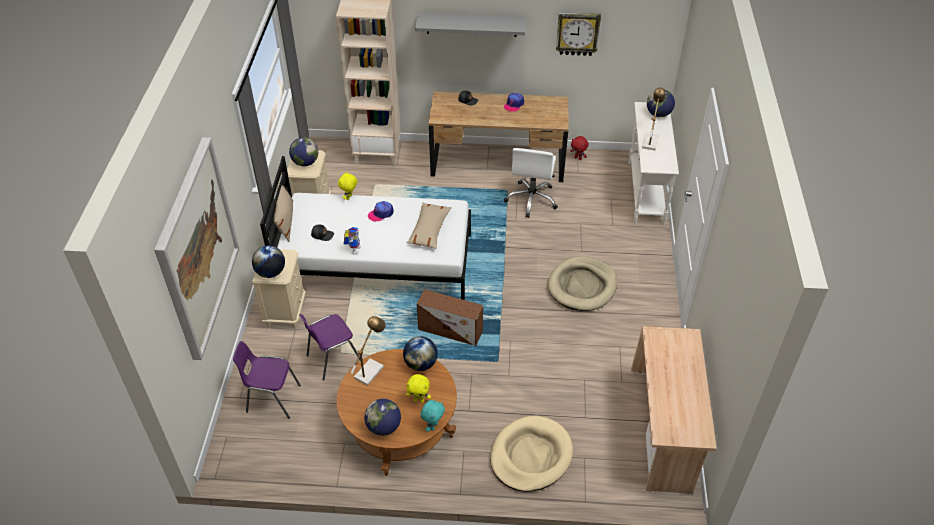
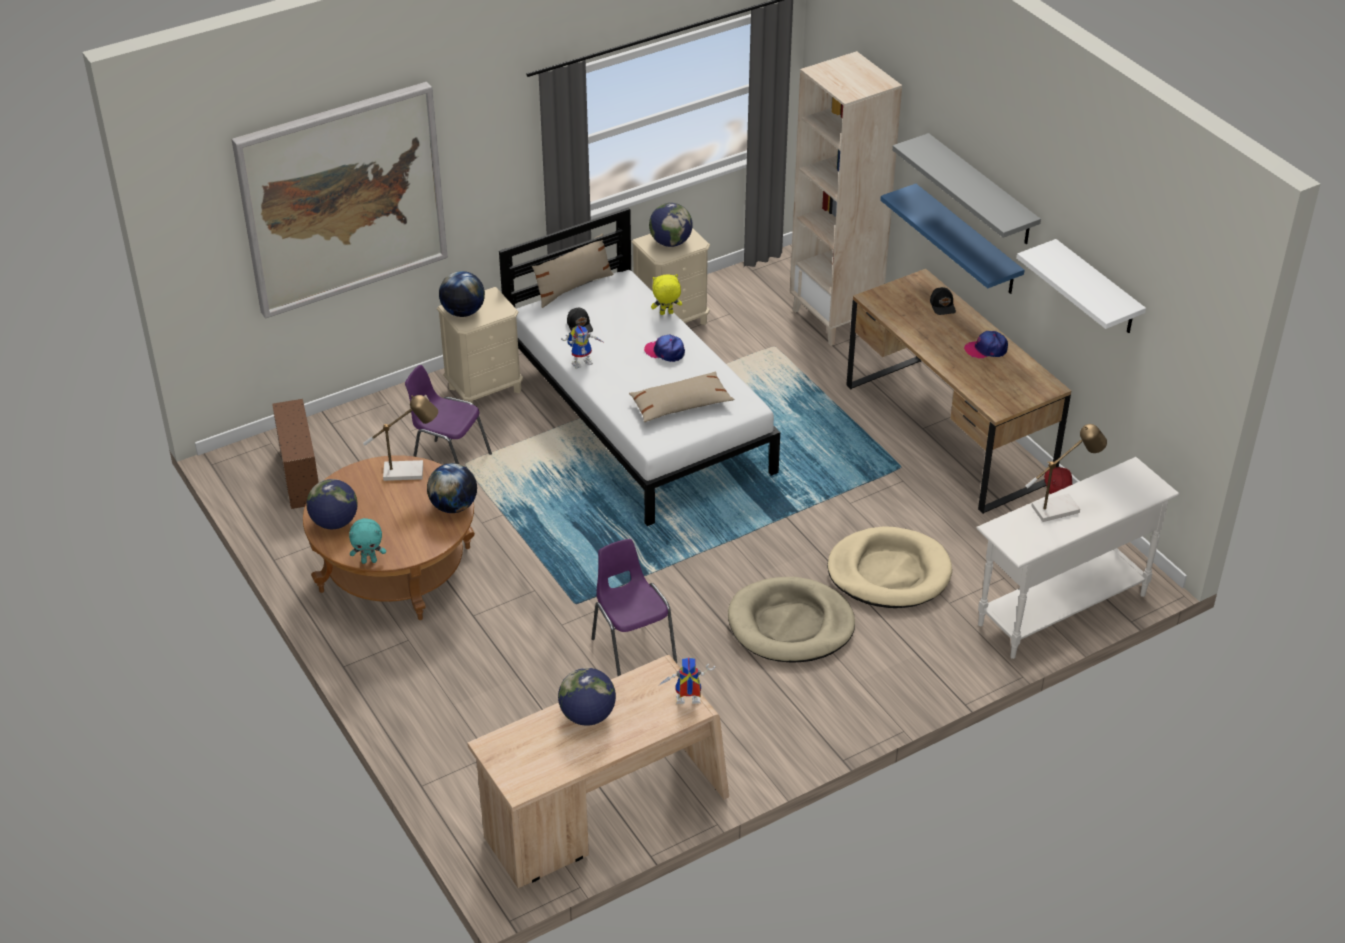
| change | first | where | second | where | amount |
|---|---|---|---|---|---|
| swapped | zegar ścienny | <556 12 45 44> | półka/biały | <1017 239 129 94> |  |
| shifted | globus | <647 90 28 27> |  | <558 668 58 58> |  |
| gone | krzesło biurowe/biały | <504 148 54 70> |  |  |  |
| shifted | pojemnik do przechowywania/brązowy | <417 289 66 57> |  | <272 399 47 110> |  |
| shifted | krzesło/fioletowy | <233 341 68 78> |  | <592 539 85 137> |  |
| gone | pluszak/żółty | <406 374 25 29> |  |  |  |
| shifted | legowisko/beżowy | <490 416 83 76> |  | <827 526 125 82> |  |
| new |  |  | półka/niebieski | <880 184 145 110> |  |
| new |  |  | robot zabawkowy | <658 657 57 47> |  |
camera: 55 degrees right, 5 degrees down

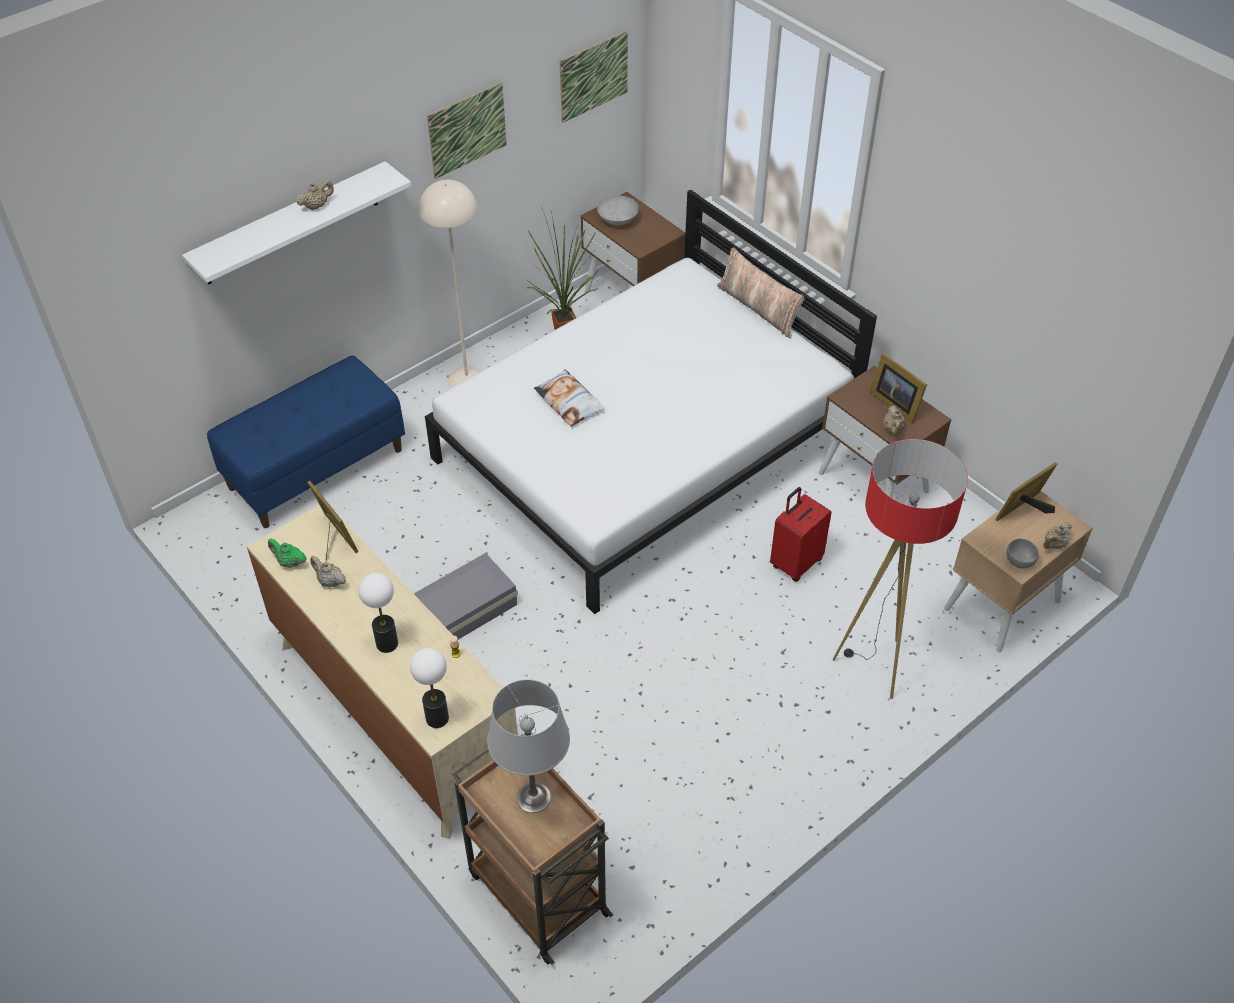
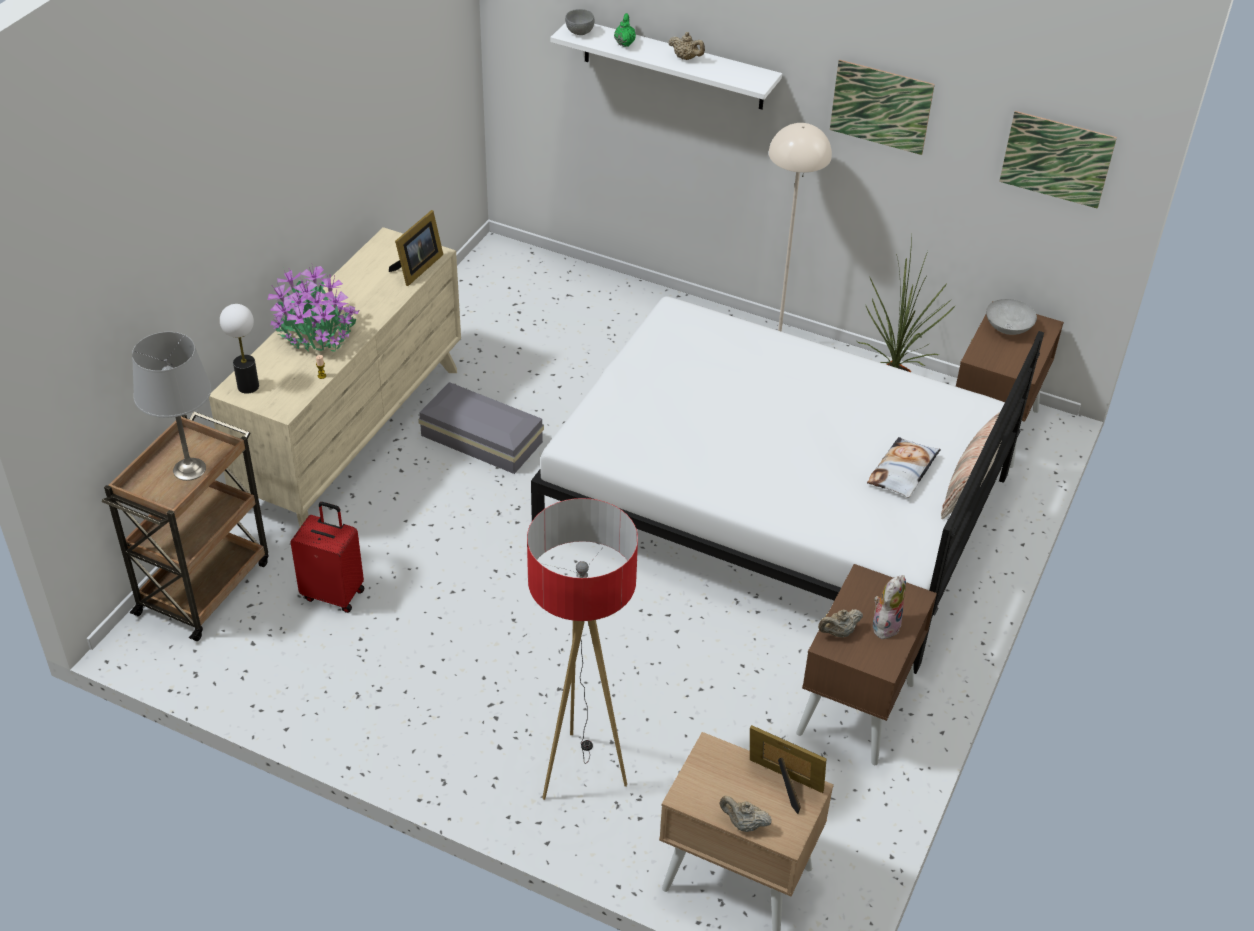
| change | first | where | second | where | amount |
|---|---|---|---|---|---|
| swapped | ramka na zdjęcie | <870 353 57 71> | pluszak | <873 575 33 64> |  |
| gone | ławka/niebieski | <207 355 198 173> |  |  |  |
| shifted | poduszka | <534 369 71 58> |  | <867 437 74 61> |  |
| shifted | walizka/czerwony | <770 487 62 95> |  | <290 502 74 111> |  |
| shifted | imbryk/zielony | <268 539 39 29> |  | <614 13 22 34> |  |
| shifted | miska/szary | <1006 539 33 30> |  | <565 9 30 26> |  |
| gone | imbryk/beżowy | <310 556 36 31> |  |  |  |
| swapped | lampa stołowa | <358 573 40 80> | roślina doniczkowa | <268 266 91 85> |  |
camera: 65 degrees right, 5 degrees down

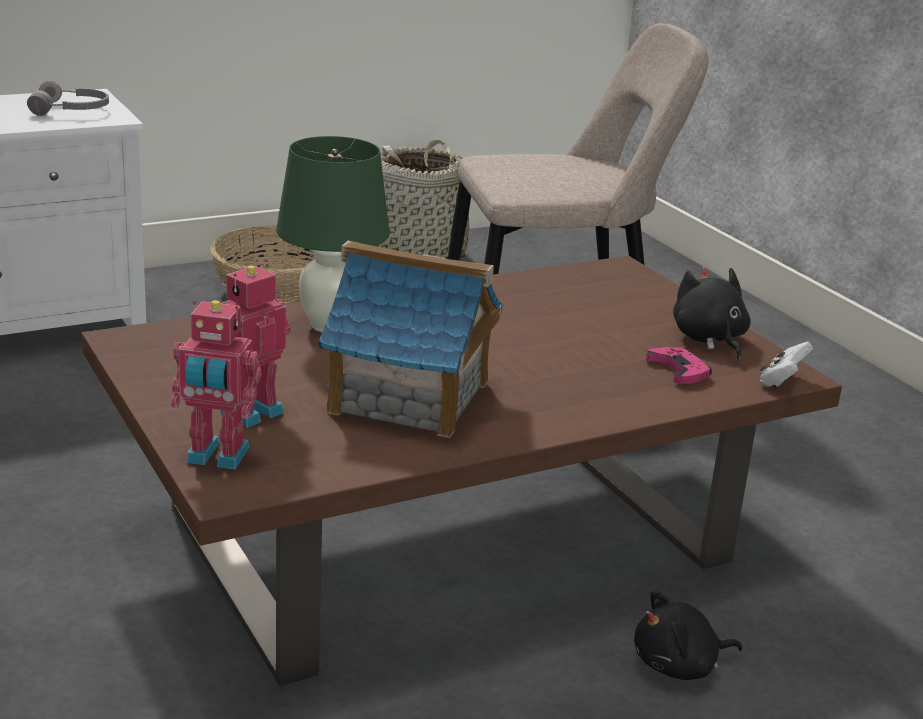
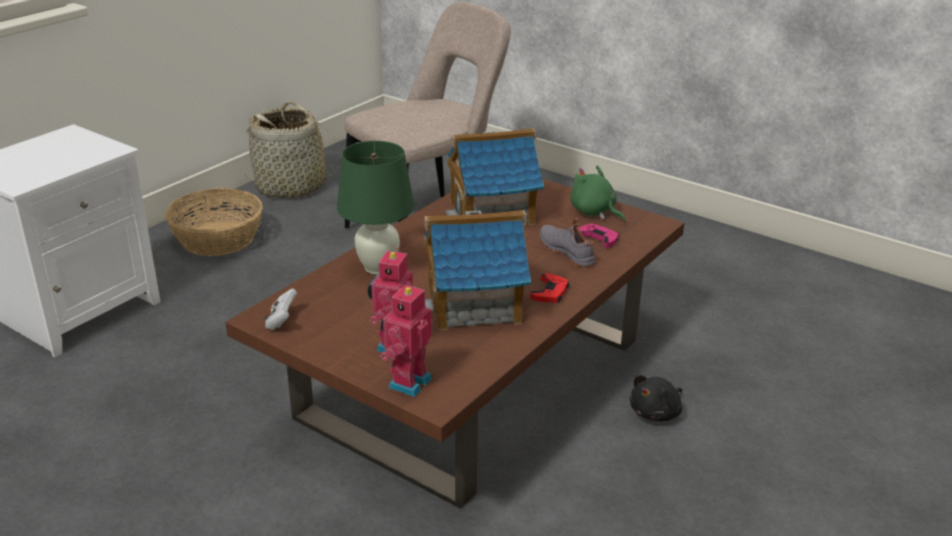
| change | first | where | second | where | amount |
|---|---|---|---|---|---|
| gone | słuchawki/szary | <27 81 82 35> |  |  |  |
| repainted | pluszak/czarny | <673 266 78 94> | pluszak/zielony | <571 165 54 57> |  |
| rotated | robot zabawkowy | <171 300 90 169> |  | <380 283 52 114> | 135 degrees clockwise |
| shifted | pad do gier/biały | <760 342 53 45> |  | <264 289 33 41> |  |
| new |  |  | domek | <445 128 99 97> |  |
| new |  |  | but/szary | <540 219 55 48> |  |
| new |  |  | pad do gier/czerwony | <530 273 39 30> |  |
camera: 25 degrees left, 5 degrees up

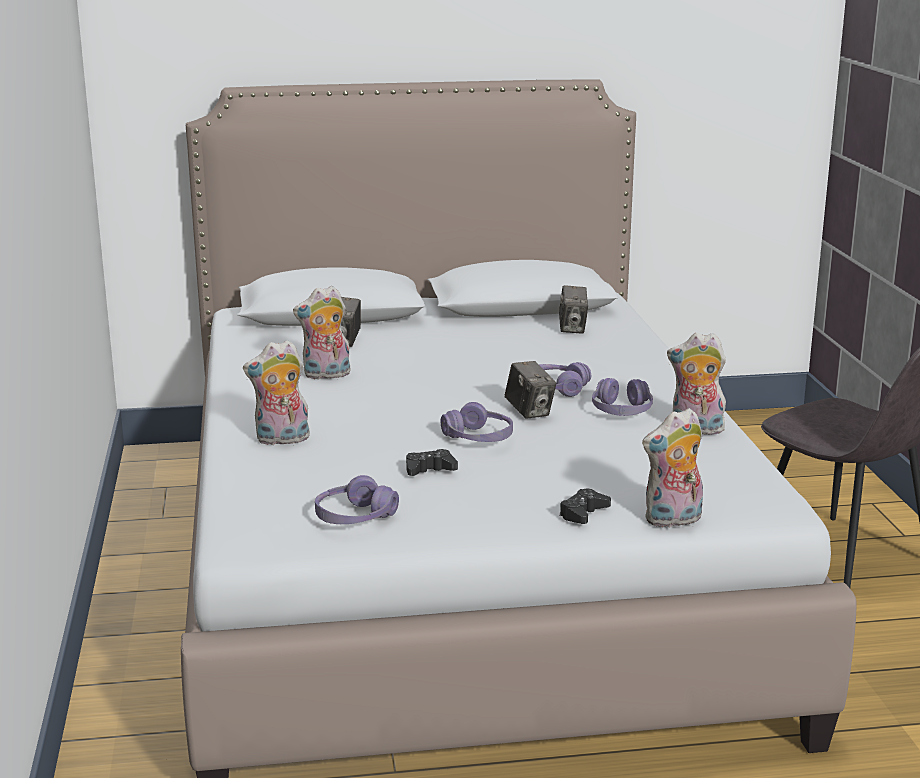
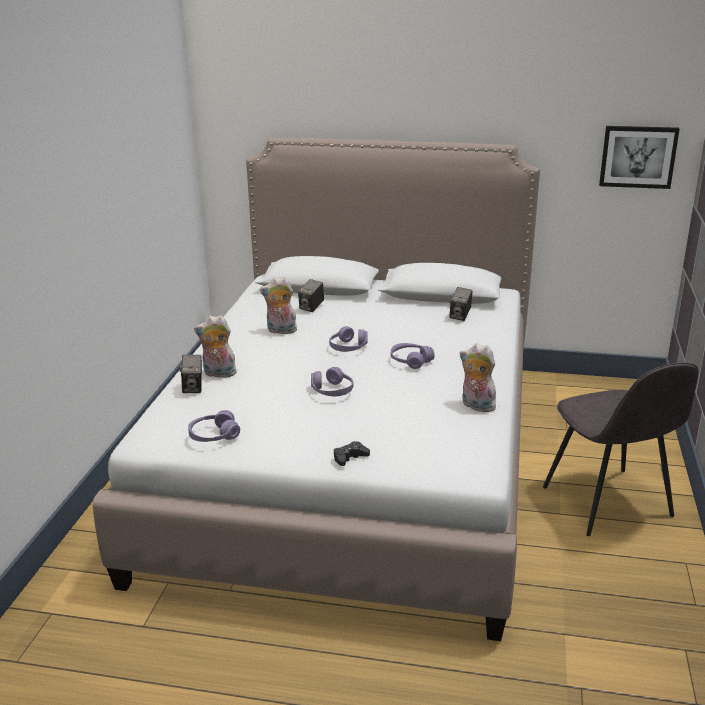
| change | first | where | second | where | amount |
|---|---|---|---|---|---|
| shifted | aparat fotograficzny | <505 361 51 58> |  | <180 355 22 38> |  |
| shifted | słuchawki/fioletowy | <592 378 61 38> |  | <329 326 39 26> |  |
| gone | pluszak | <642 408 61 120> |  |  |  |
| gone | pad do gier/czarny | <406 449 52 27> |  |  |  |
| new |  |  | obraz | <599 126 80 63> |  |
camera: 20 degrees right, 5 degrees up

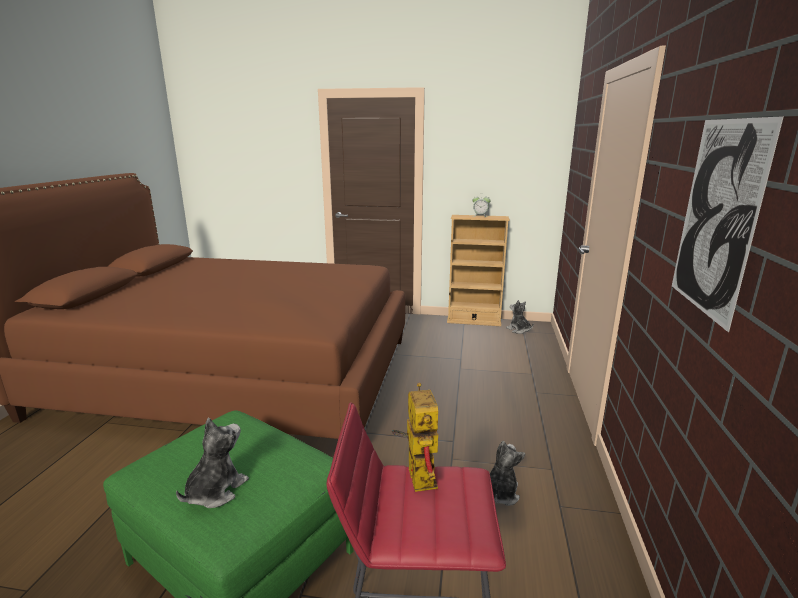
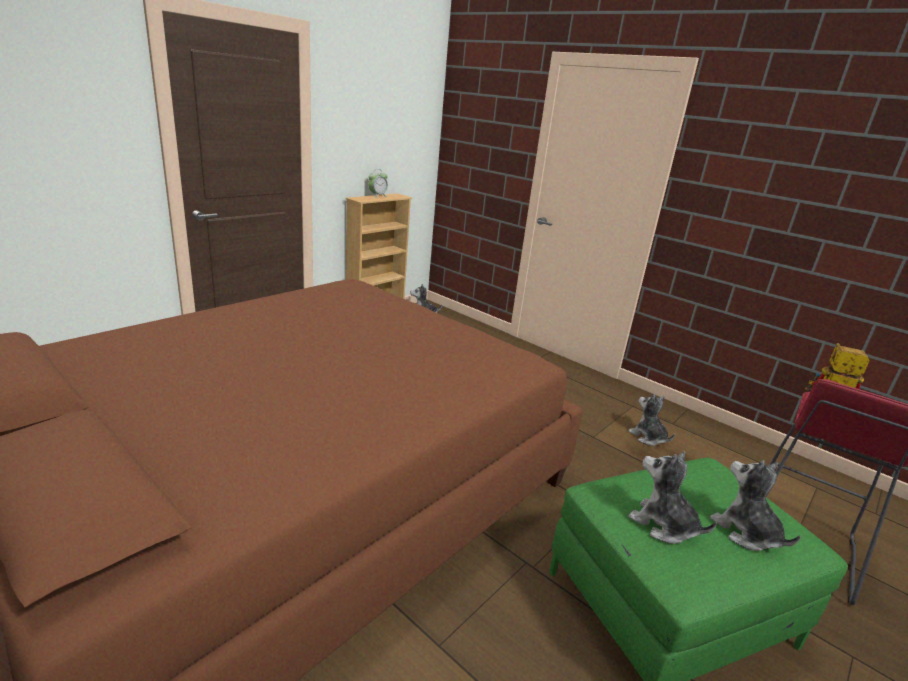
| change | first | where | second | where | amount |
|---|---|---|---|---|---|
| gone | obraz | <672 116 112 216> |  |  |  |
| new |  |  | pluszak | <628 451 89 93> |  |
camera: 60 degrees left, 5 degrees up

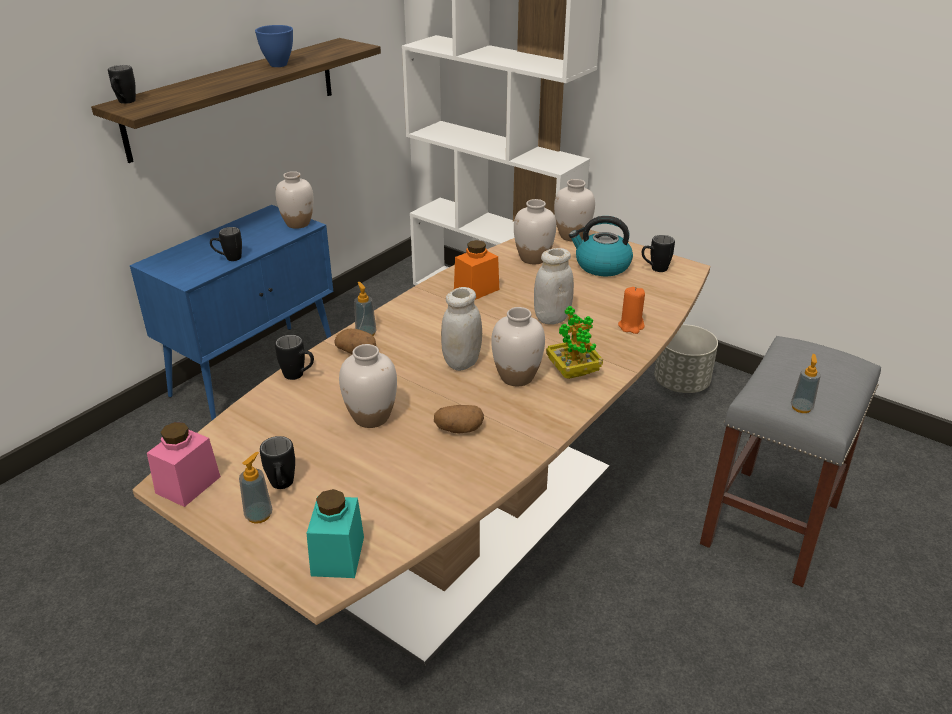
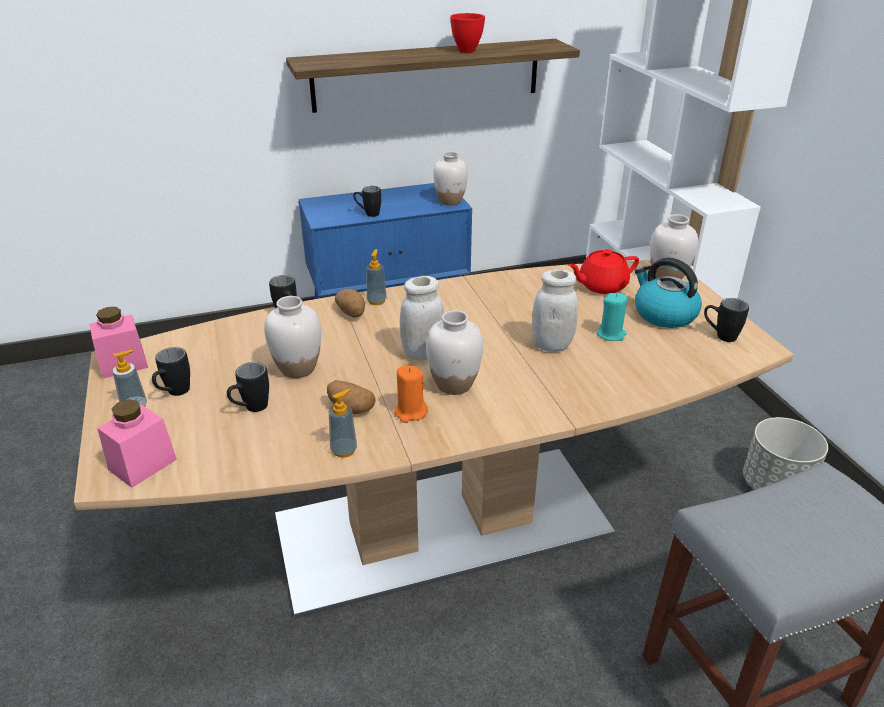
| change | first | where | second | where | amount |
|---|---|---|---|---|---|
| repainted | miska/niebieski | <255 25 38 42> | miska/czerwony | <450 13 35 40> |  |
| shifted | kubek/czarny | <108 65 28 39> |  | <227 362 42 50> |  |
| swapped | wazon/biały | <514 199 42 65> | imbryk/czerwony | <568 249 71 45> |  |
| gone | słoik/pomarańczowy | <454 240 45 60> |  |  |  |
| shifted | świeca/pomarańczowy | <618 287 27 47> |  | <394 366 34 57> |  |
| gone | roślina doniczkowa | <546 306 57 73> |  |  |  |
| shifted | dozownik mydła | <791 354 30 59> |  | <329 389 28 69> |  |
| repainted | słoik/turkusowy | <307 489 57 89> | słoik/różowy | <97 399 80 89> |  |
| new |  |  | świeca/turkusowy | <596 293 31 48> |  |
camera: 35 degrees right, 0 degrees up

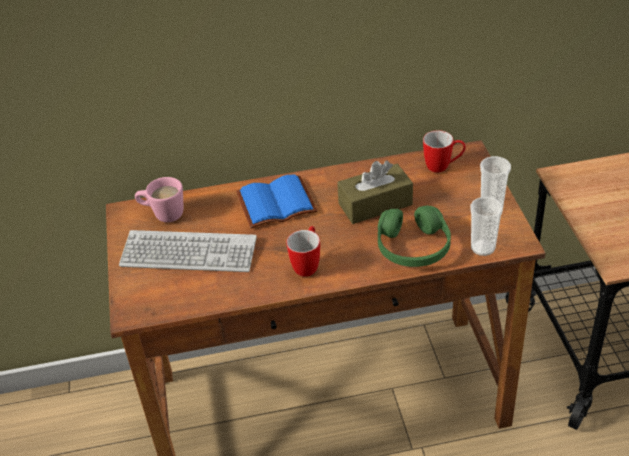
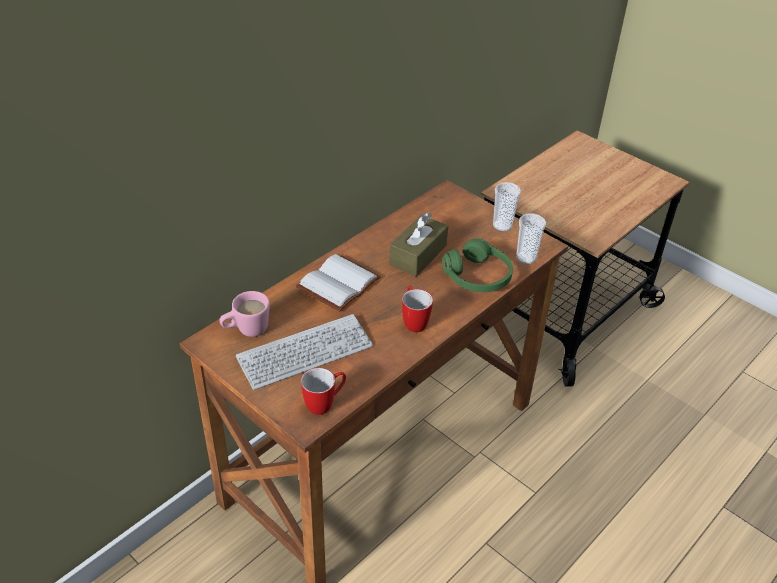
| change | first | where | second | where | amount |
|---|---|---|---|---|---|
| shifted | kubek | <423 130 43 43> |  | <301 368 45 47> |  |
| repainted | książka/niebieski | <236 174 81 55> | książka/biały | <296 254 85 58> |  |
camera: 40 degrees left, 0 degrees up

